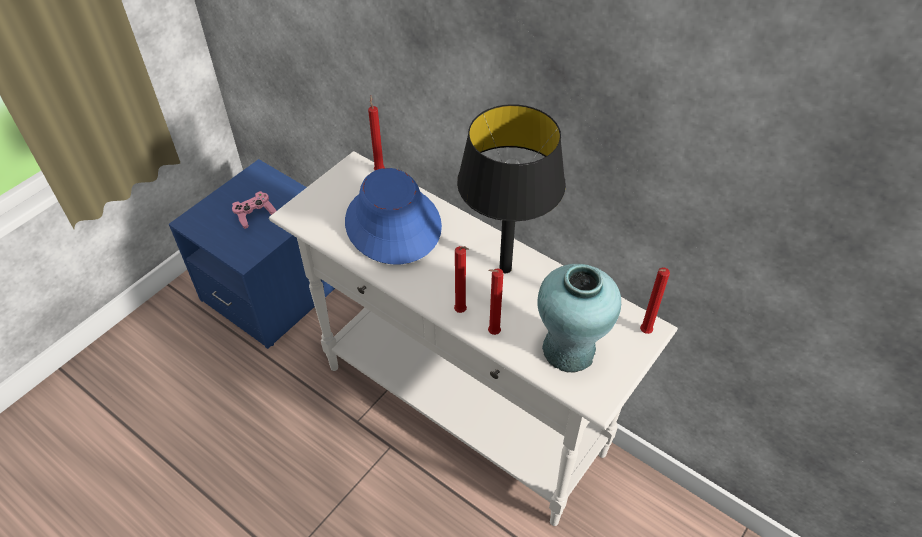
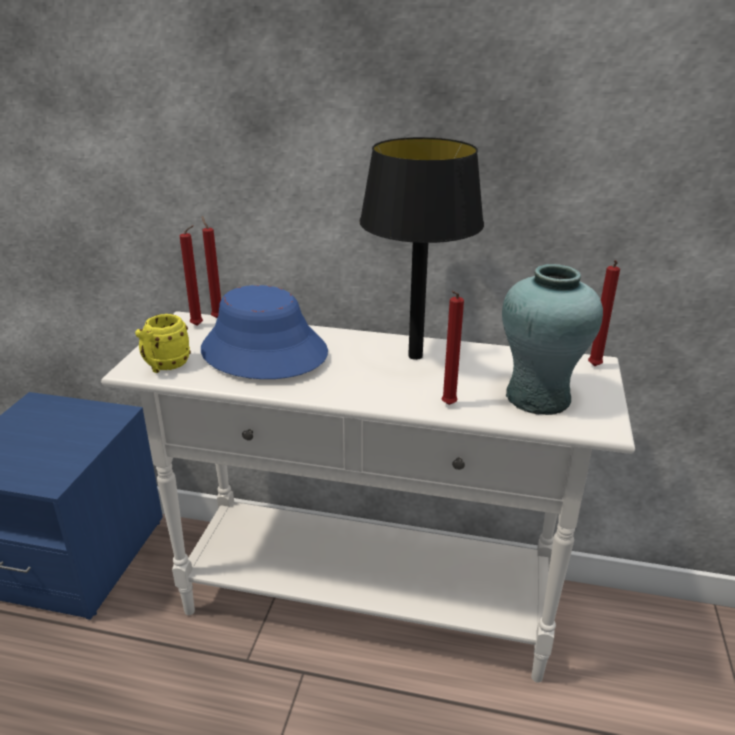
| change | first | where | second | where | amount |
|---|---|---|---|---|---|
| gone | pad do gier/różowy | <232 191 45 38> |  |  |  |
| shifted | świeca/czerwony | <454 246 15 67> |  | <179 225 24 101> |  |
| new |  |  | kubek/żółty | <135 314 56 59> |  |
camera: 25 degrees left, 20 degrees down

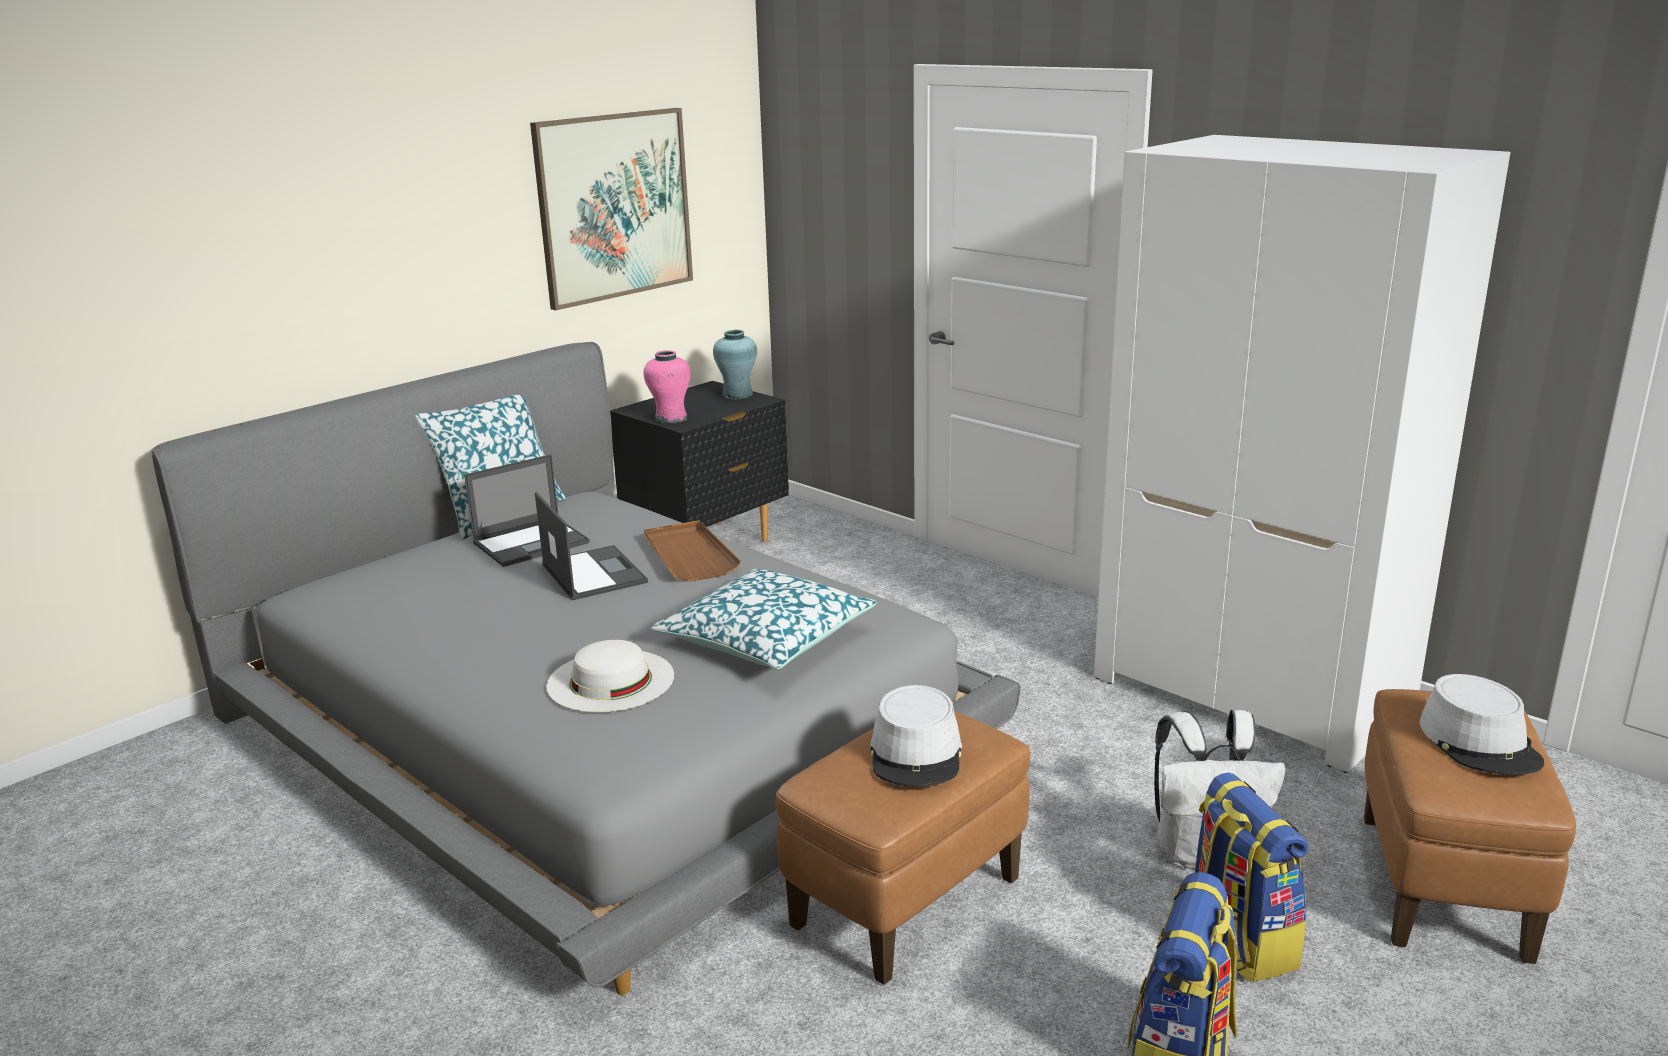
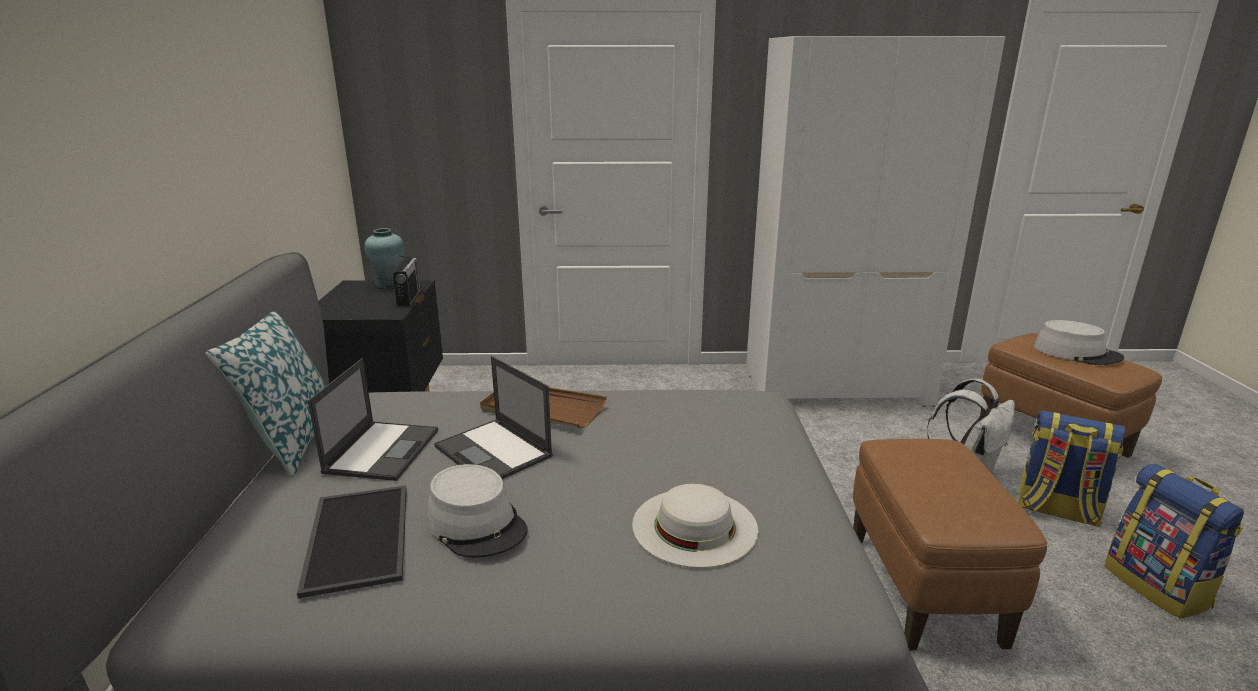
| change | first | where | second | where | amount |
|---|---|---|---|---|---|
| gone | obraz | <530 108 163 202> |  |  |  |
| gone | wazon/różowy | <643 350 48 74> |  |  |  |
| rotated | laptop | <535 492 113 108> |  | <434 356 119 123> | 150 degrees counterclockwise |
| gone | poduszka | <651 569 226 101> |  |  |  |
| shifted | kapelusz/szary | <870 685 92 102> |  | <427 464 101 94> |  |
| new |  |  | radio | <393 255 27 51> |  |
| new |  |  | taca | <297 485 110 114> |  |
camera: 45 degrees left, 0 degrees up

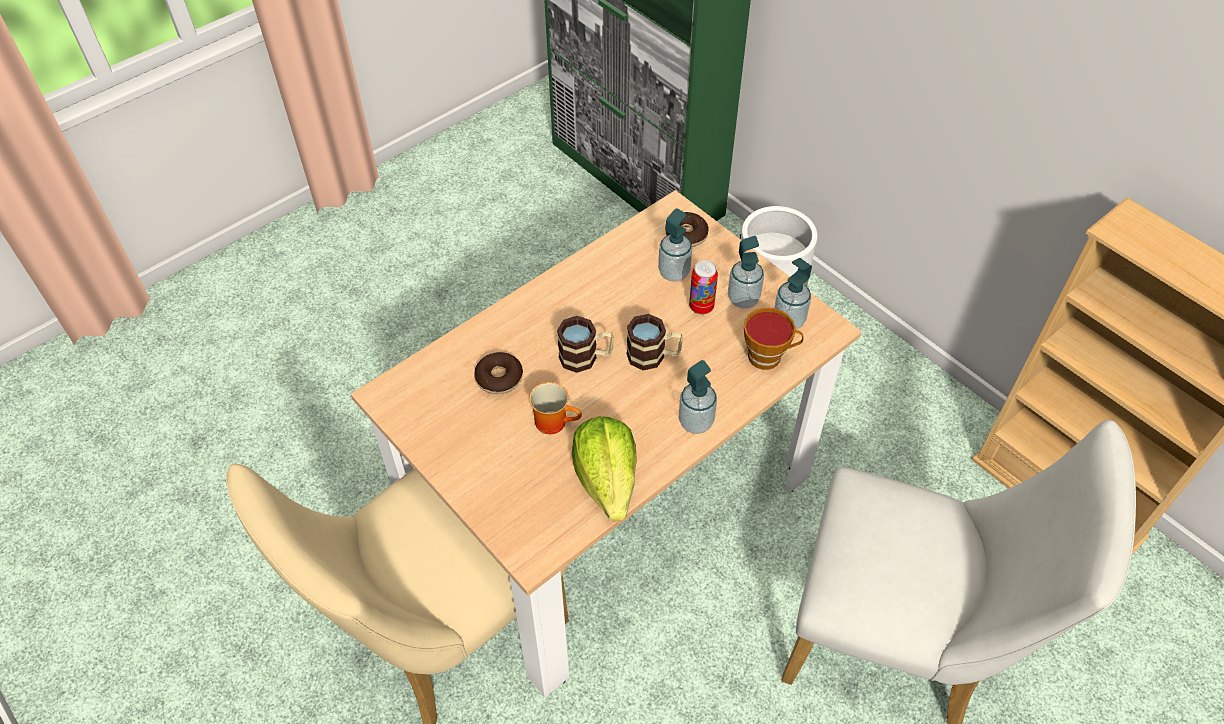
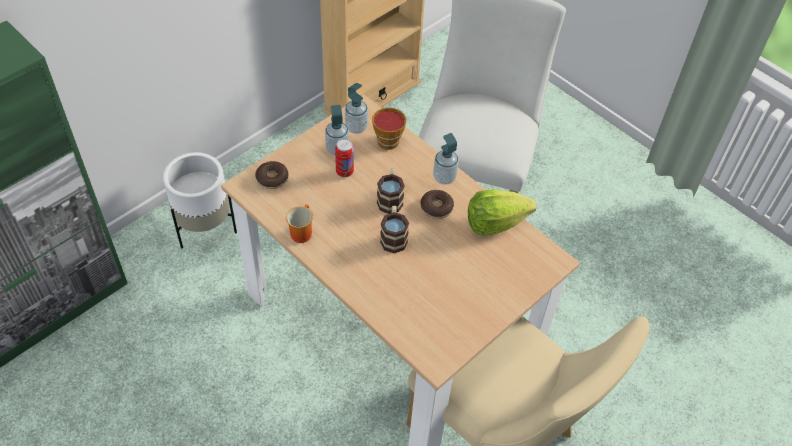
| change | first | where | second | where | amount |
|---|---|---|---|---|---|
| gone | dozownik mydła | <658 208 34 74> |  |  |  |
| shifted | donut | <474 352 49 42> |  | <420 190 34 29> |  |
| shifted | kubek | <529 382 53 52> |  | <286 204 27 39> |  |
camera: 95 degrees left, 0 degrees up

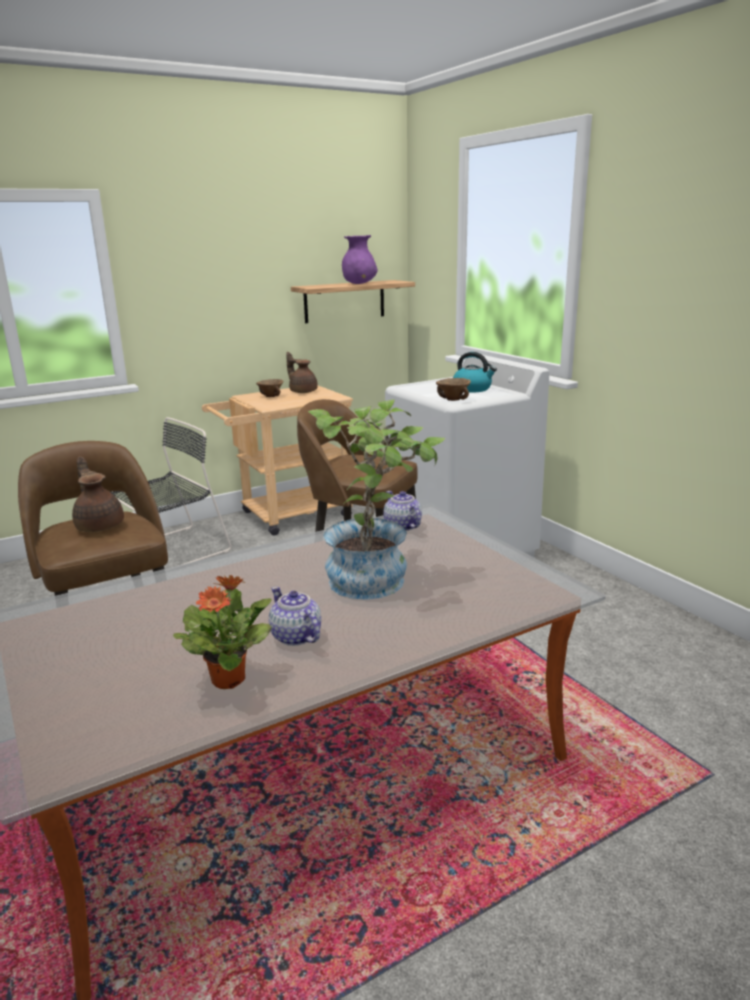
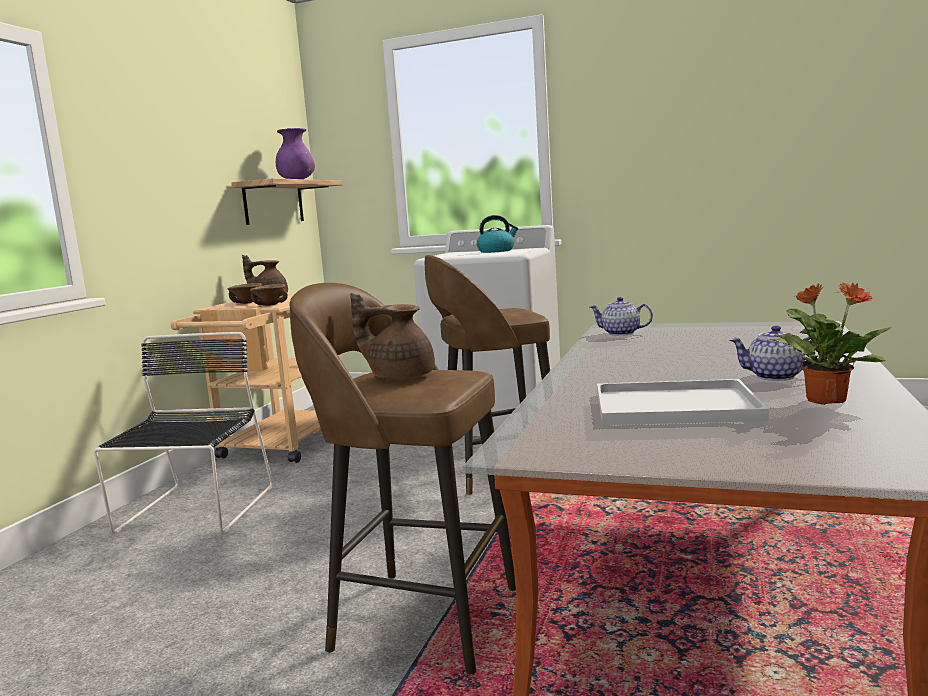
| change | first | where | second | where | amount |
|---|---|---|---|---|---|
| shifted | miska/brązowy | <436 378 35 23> |  | <250 284 38 22> |  |
| gone | roślina doniczkowa | <308 399 137 201> |  |  |  |
| new |  |  | taca/biały | <597 379 172 46> |  |
camera: 40 degrees left, 10 degrees down

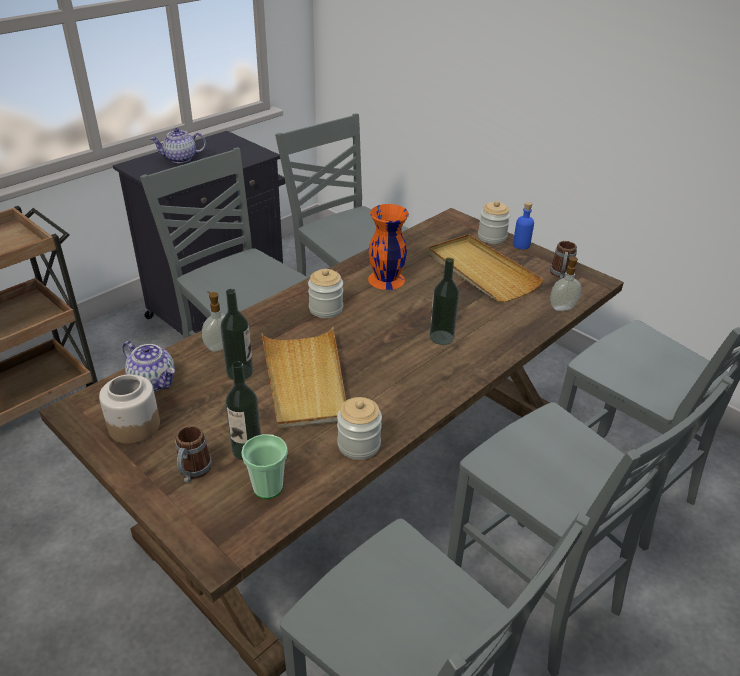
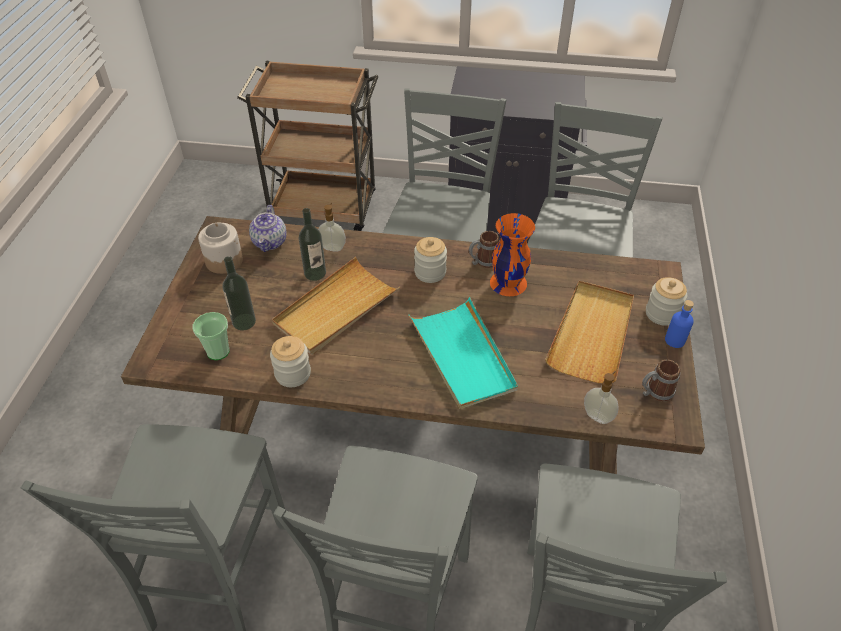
| change | first | where | second | where | amount |
|---|---|---|---|---|---|
| gone | imbryk | <150 128 56 35> |  |  |  |
| swapped | butelka | <429 258 30 87> | taca/turkusowy | <409 297 109 112> |  |
| shifted | kubek | <175 425 37 58> |  | <469 231 31 37> |  |
camera: 55 degrees right, 10 degrees up

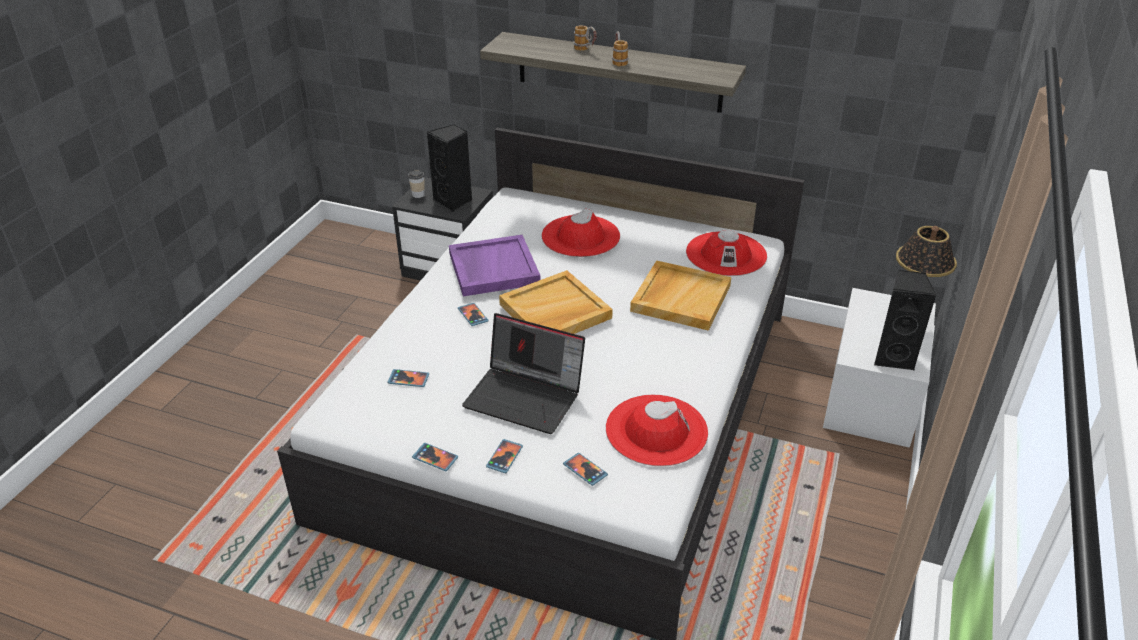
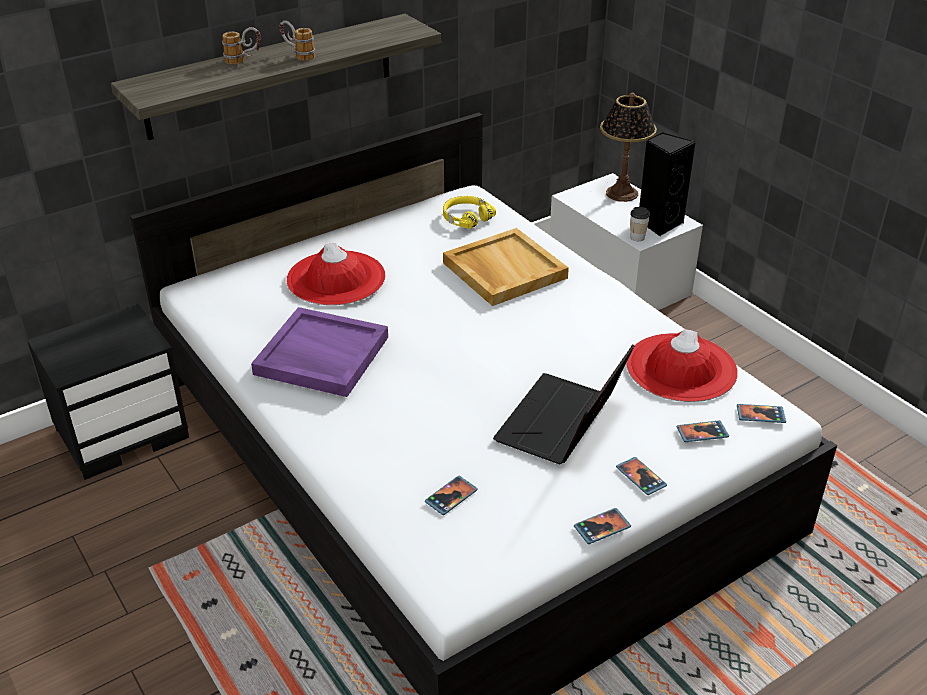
| change | first | where | second | where | amount |
|---|---|---|---|---|---|
| gone | głośnik/czarny | <427 124 45 88> |  |  |  |
| shifted | filiżanka | <408 169 17 29> |  | <630 207 20 34> |  |
| swapped | kapelusz/czerwony | <686 230 81 46> | słuchawki/żółty | <443 196 53 33> |  |
| gone | taca/beżowy | <499 270 114 64> |  |  |  |
| shifted | telefon | <458 303 30 23> |  | <737 404 49 19> |  |
| rotated | laptop | <462 313 123 121> |  | <493 344 141 120> | 150 degrees clockwise |
camera: 55 degrees left, 0 degrees up

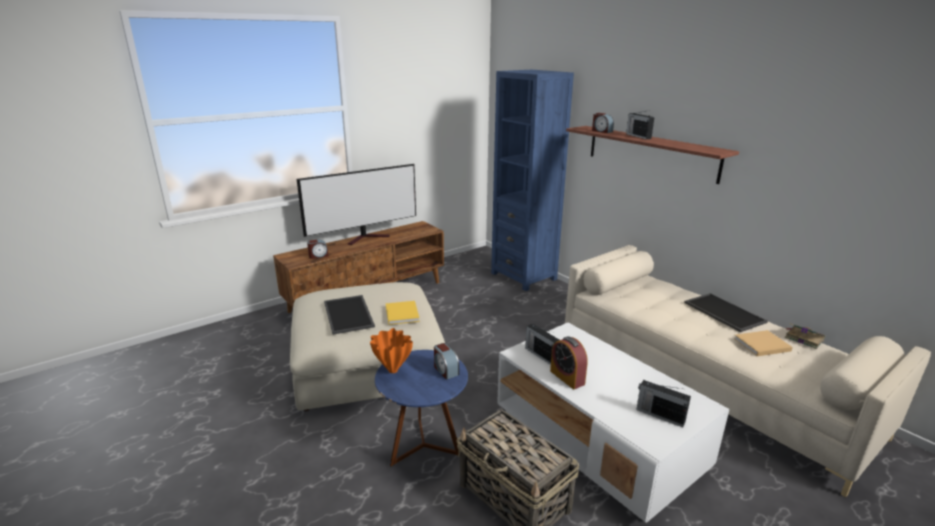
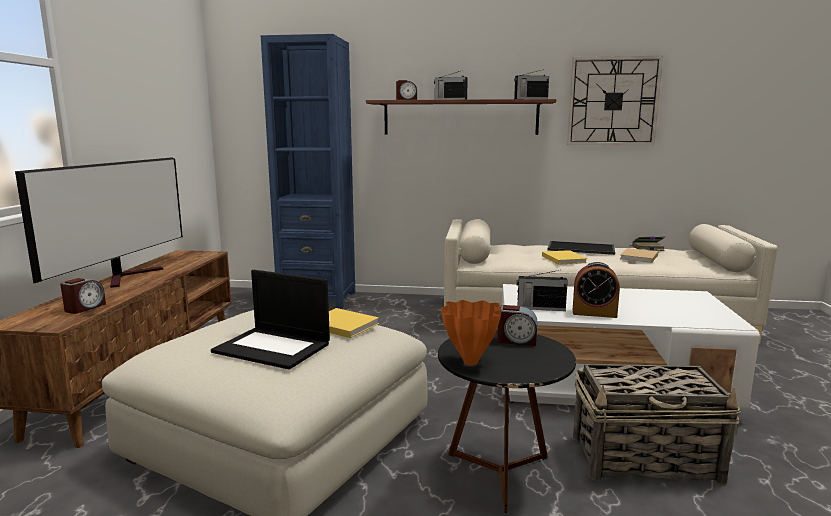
| change | first | where | second | where | amount |
|---|---|---|---|---|---|
| swapped | taca | <324 295 51 40> | laptop | <211 270 119 100> |  |
| repainted | stolik/niebieski | <375 350 93 117> | stolik/czarny | <438 329 138 184> |  |
| shifted | radio | <636 380 55 47> |  | <514 69 35 30> |  |
| new |  |  | zegar ścienny | <567 56 96 89> |  |
| new |  |  | książka/żółty | <542 250 45 15> |  |
camera: 45 degrees left, 10 degrees down

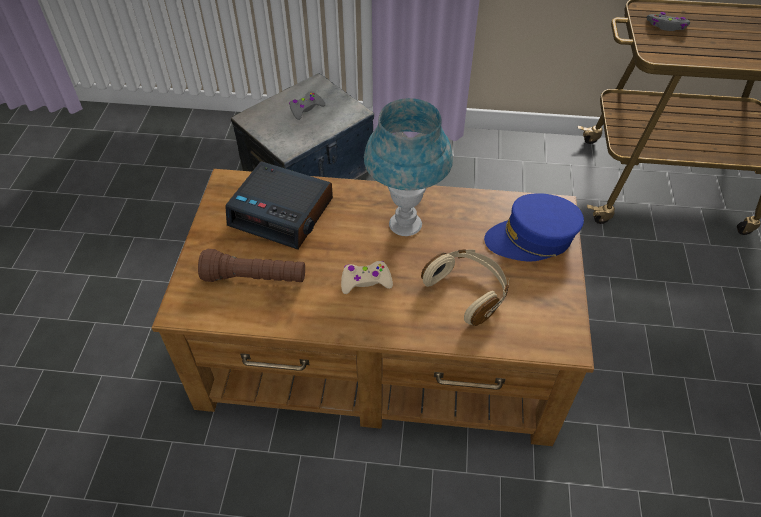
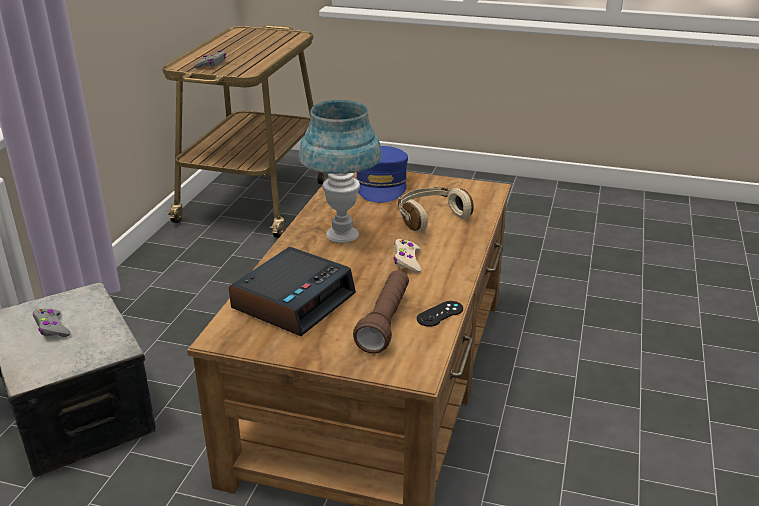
| change | first | where | second | where | amount |
|---|---|---|---|---|---|
| new |  |  | pad do gier/czarny | <417 301 46 26> |  |
camera: 80 degrees left, 20 degrees down

